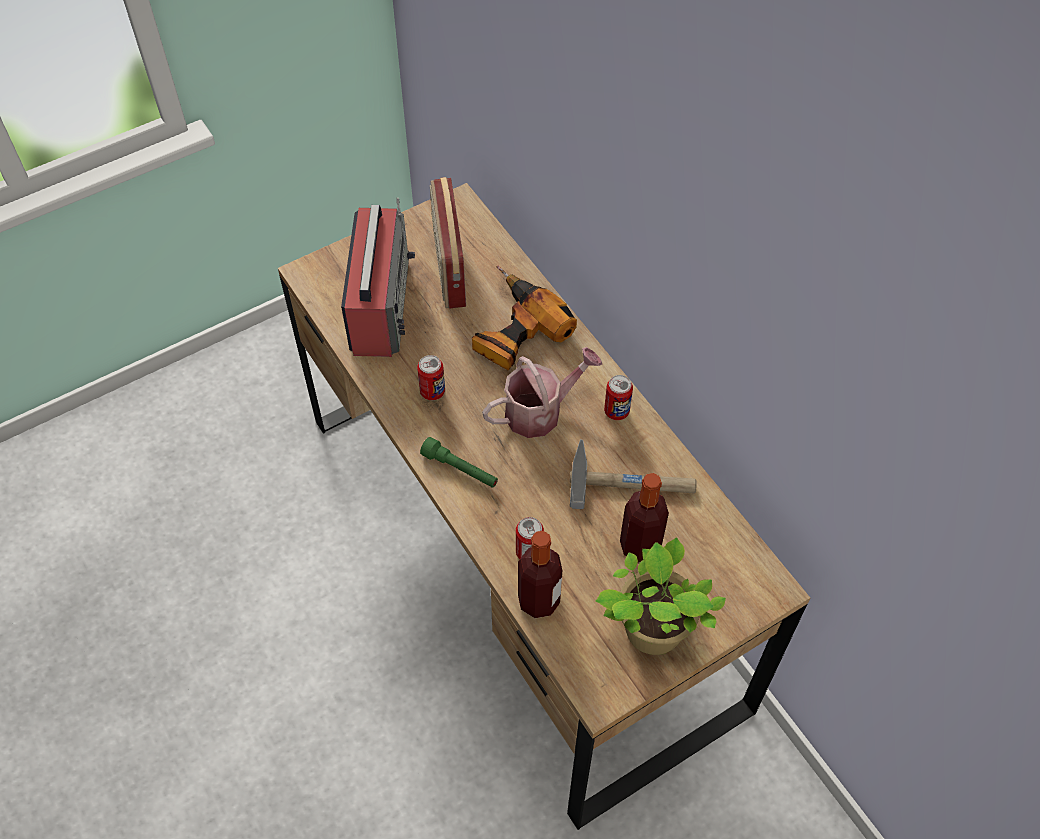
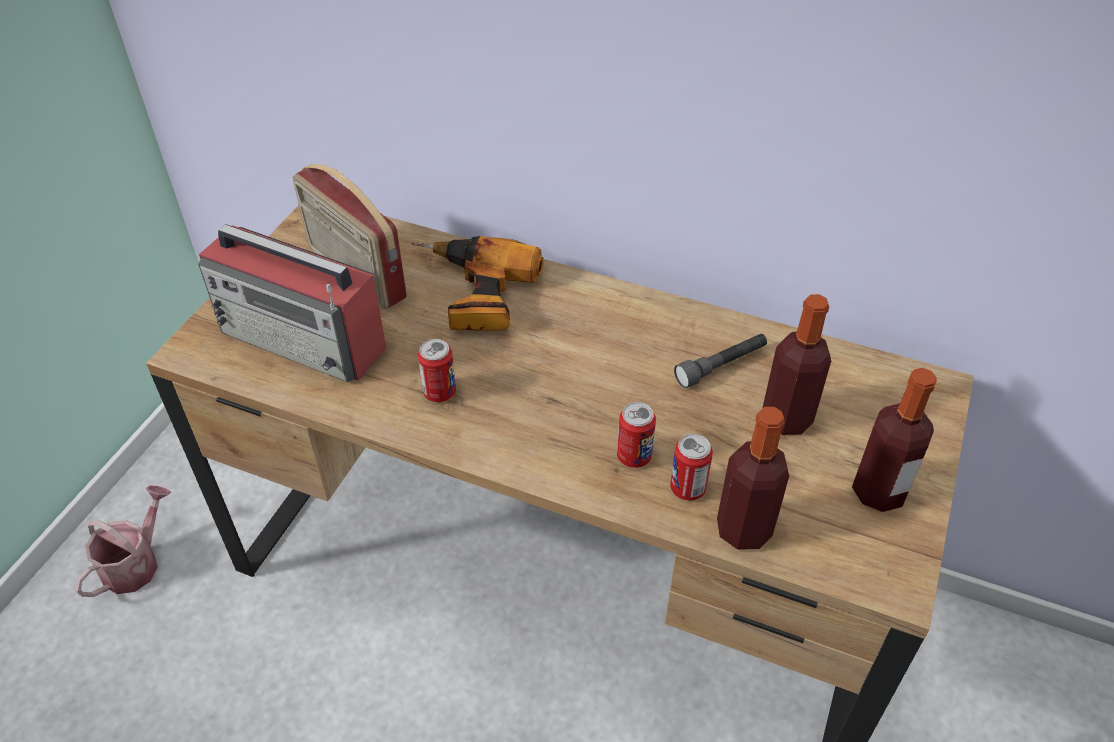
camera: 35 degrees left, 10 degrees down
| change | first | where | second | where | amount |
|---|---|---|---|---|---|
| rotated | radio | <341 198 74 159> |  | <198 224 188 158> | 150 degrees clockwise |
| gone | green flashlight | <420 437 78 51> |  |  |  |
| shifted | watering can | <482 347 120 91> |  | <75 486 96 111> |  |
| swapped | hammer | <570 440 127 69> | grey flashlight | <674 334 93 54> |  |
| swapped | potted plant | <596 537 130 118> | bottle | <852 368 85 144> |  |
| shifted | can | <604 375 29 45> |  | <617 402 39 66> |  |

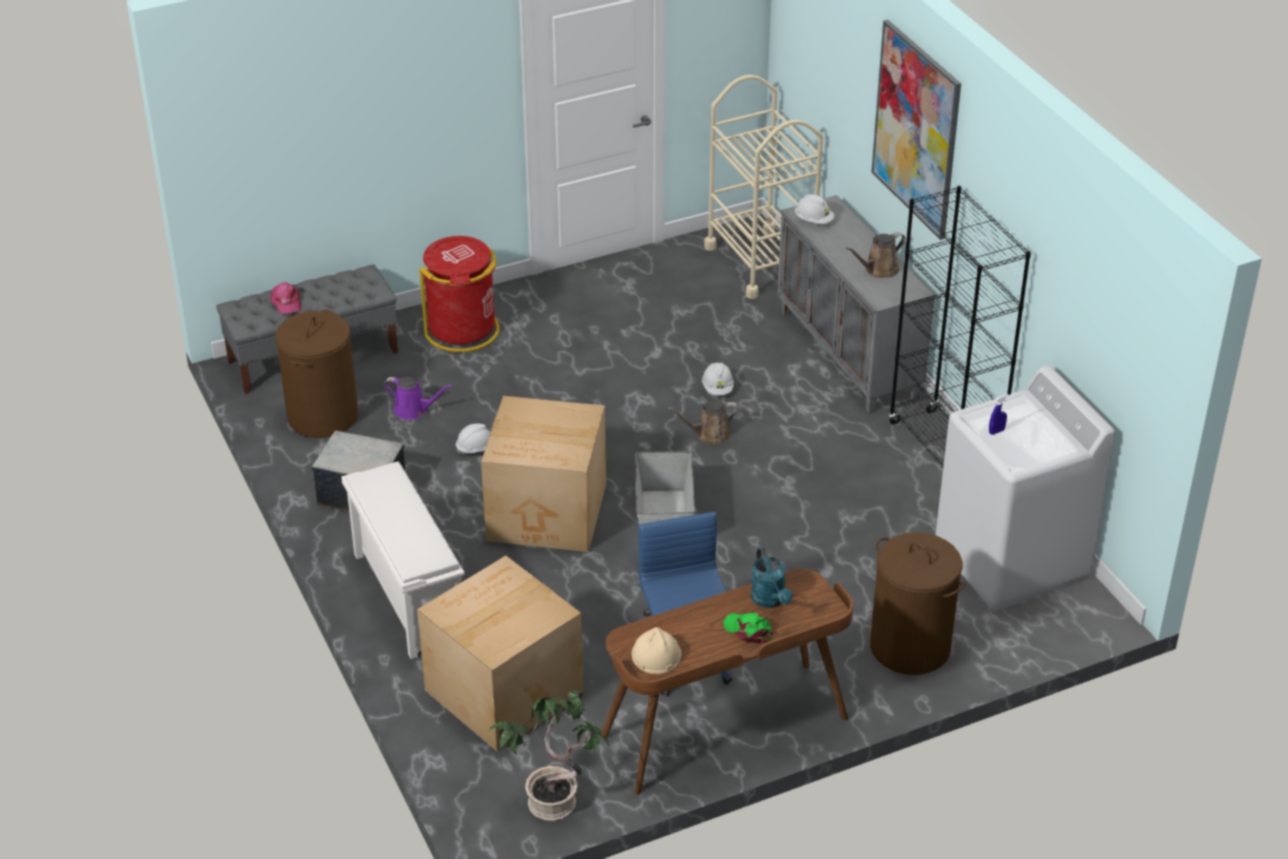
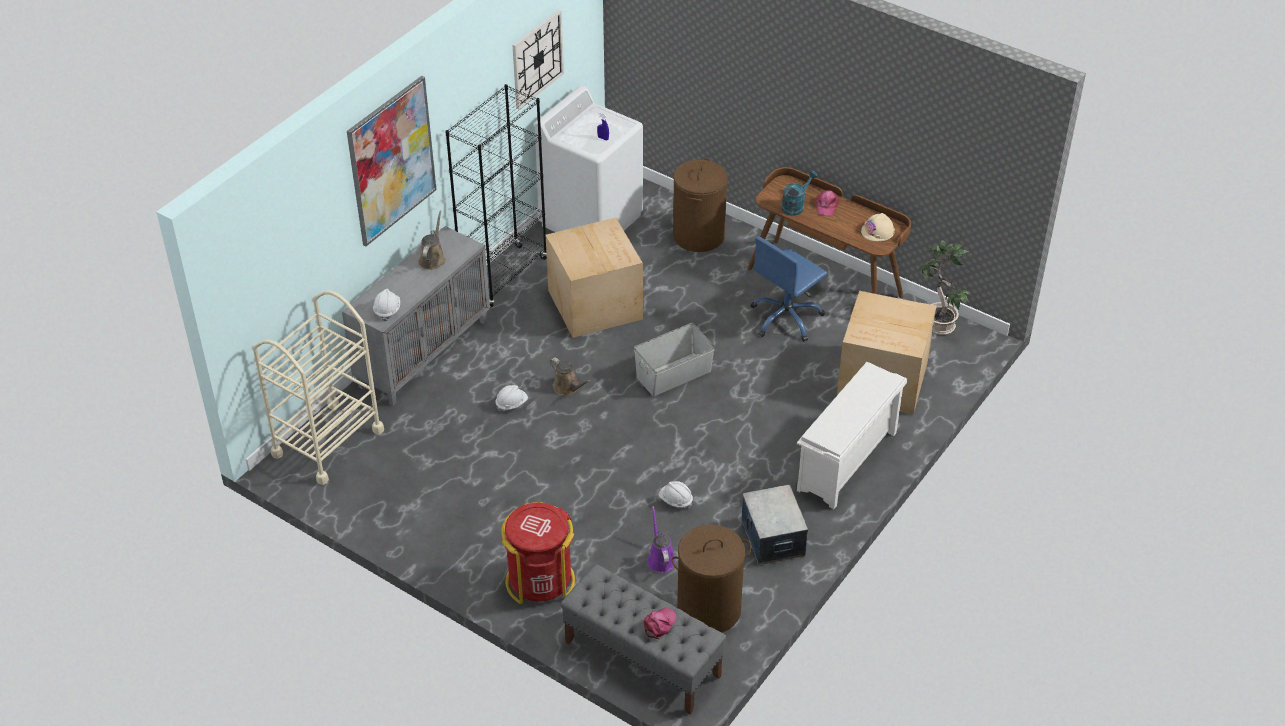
camera: 120 degrees left, 5 degrees up
| change | first | where | second | where | amount |
|---|---|---|---|---|---|
| shifted | cardboard box | <481 396 125 156> |  | <546 218 97 120> |  |
| repainted | green cap | <723 613 51 31> | pink cap | <816 190 23 26> |  |
| rotated | brown watering can | <845 232 61 46> |  | <419 211 27 59> | 105 degrees counterclockwise |
| new |  |  | wall clock | <512 10 52 99> |  |

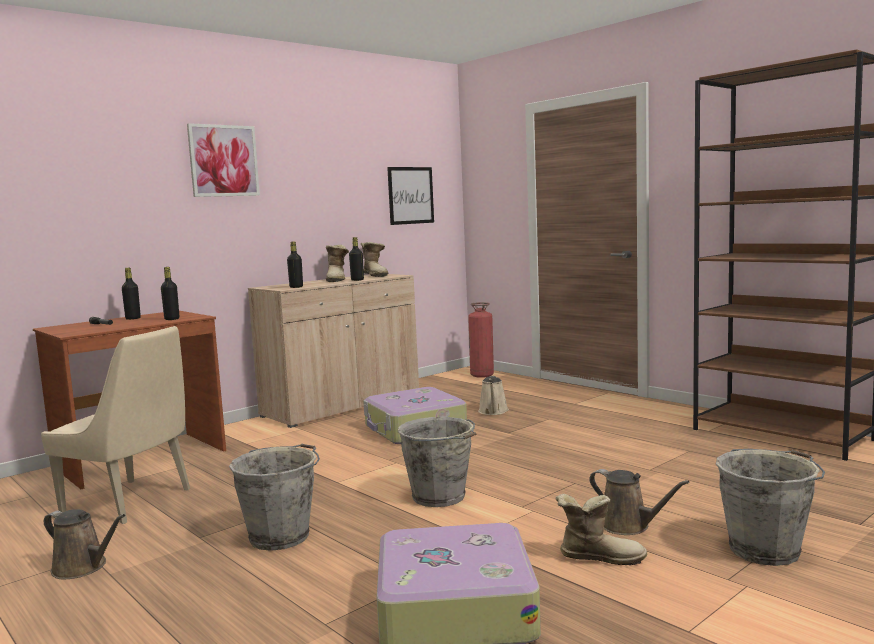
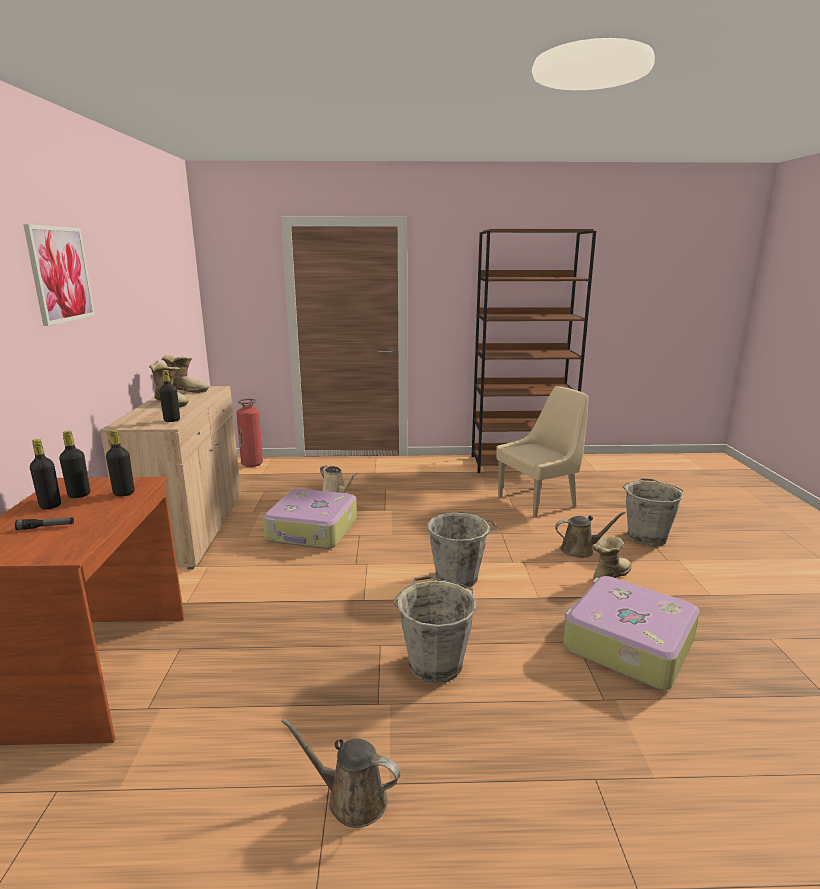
camera: 50 degrees left, 10 degrees up
| change | first | where | second | where | amount |
|---|---|---|---|---|---|
| shifted | beige chair | <41 326 149 198> |  | <496 386 93 132> |  |
| rotated | brown watering can | <44 509 81 70> |  | <281 718 119 110> | 135 degrees counterclockwise |
| shifted | black bottle | <349 237 15 44> |  | <59 431 31 67> |  |
| gone | picture | <387 167 47 58> |  |  |  |

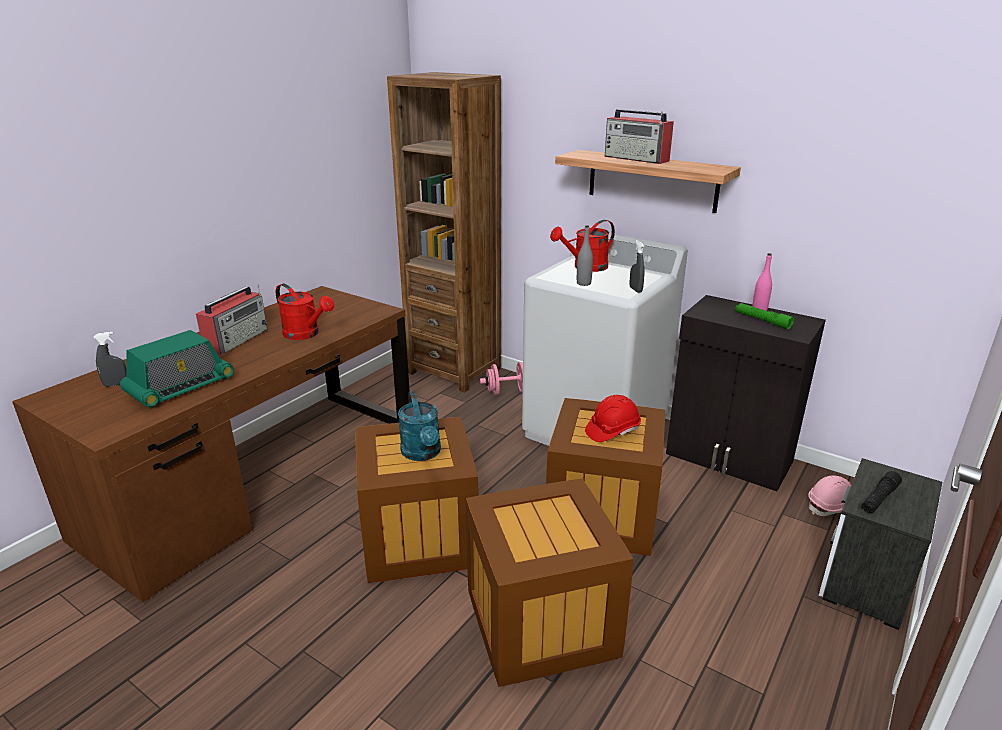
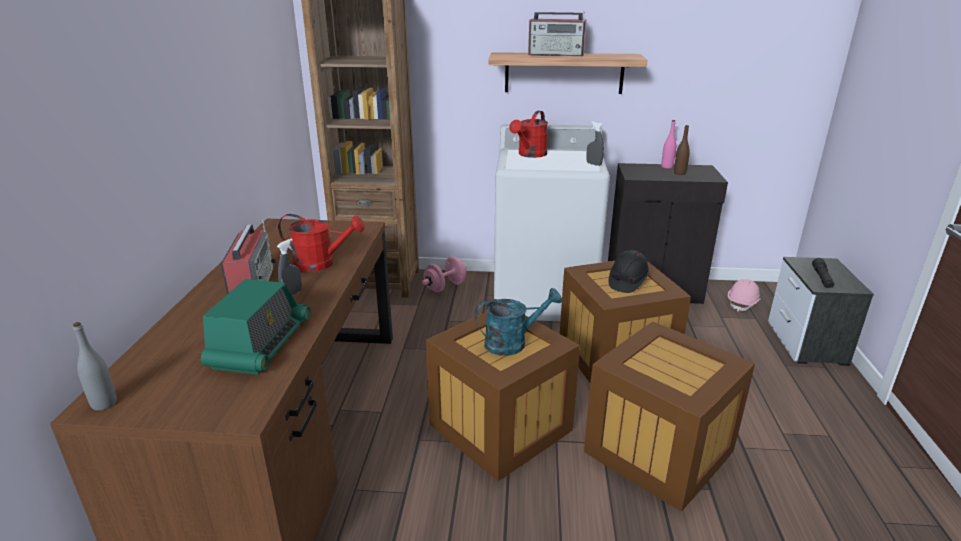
camera: 30 degrees left, 0 degrees up
| change | first | where | second | where | amount |
|---|---|---|---|---|---|
| shifted | grey spray bottle | <94 331 32 56> |  | <277 239 25 56> |  |
| rotated | turquoise watering can | <398 391 43 70> |  | <475 288 87 68> | 60 degrees counterclockwise |
| shifted | grey bottle | <577 225 16 61> |  | <73 322 44 89> |  |
| repainted | red hard hat | <585 395 56 47> | black hard hat | <609 250 41 43> |  |
| swapped | green flashlight | <735 303 59 26> | brown bottle | <674 125 16 50> |  |

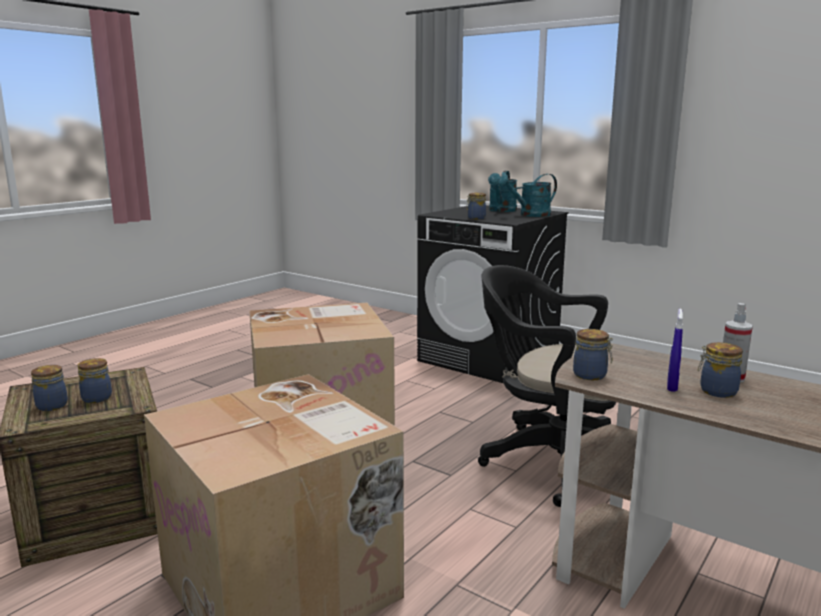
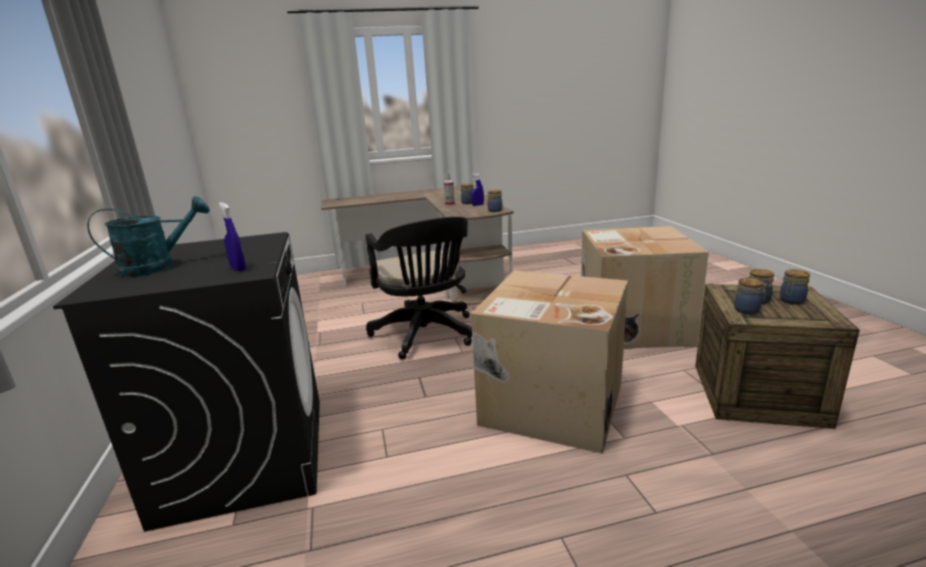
camera: 140 degrees left, 5 degrees up
| change | first | where | second | where | amount |
|---|---|---|---|---|---|
| shifted | jar | <466 192 20 27> |  | <734 278 33 36> |  |
| gone | turquoise watering can | <498 174 59 43> |  |  |  |
| new |  |  | blue spray bottle | <218 202 28 69> |  |

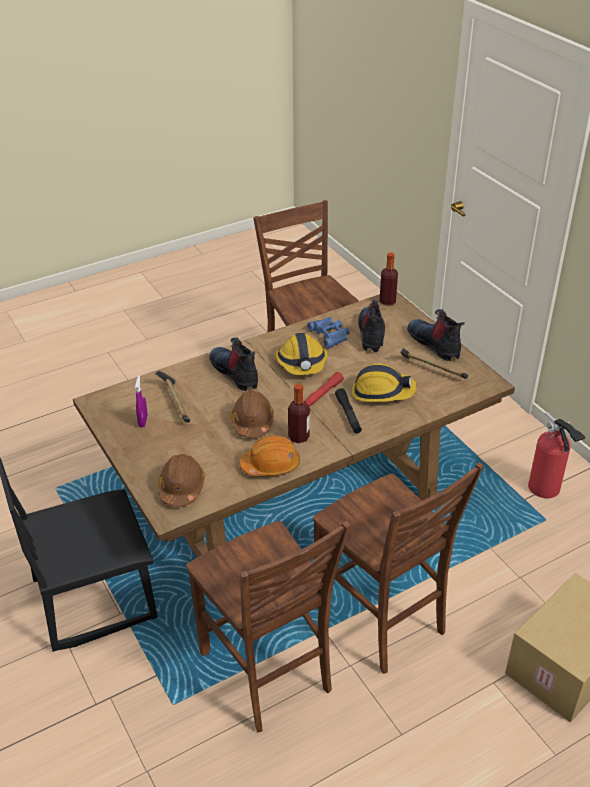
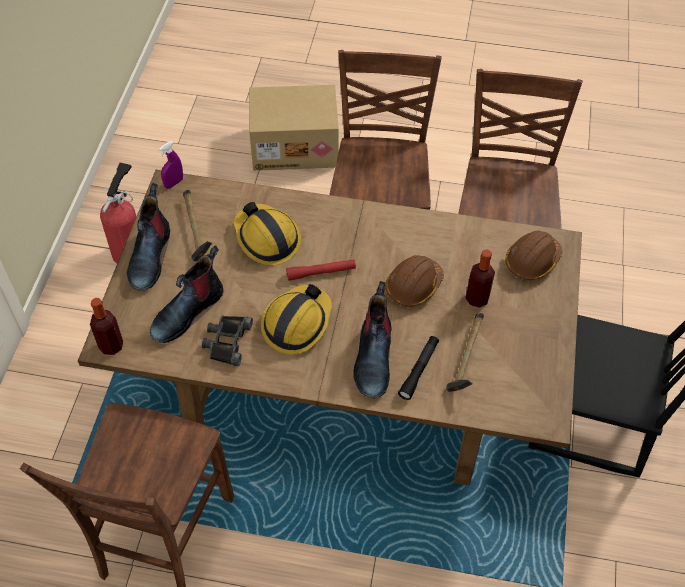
camera: 140 degrees left, 15 degrees up
| change | first | where | second | where | amount |
|---|---|---|---|---|---|
| shifted | purple spray bottle | <135 375 13 52> |  | <158 141 25 48> |  |
| gone | orange hard hat | <240 435 60 41> |  |  |  |
| shifted | bottle | <288 384 22 60> |  | <466 249 29 59> |  |
| repainted | blue binoculars | <307 317 43 31> | black binoculars | <202 316 51 50> |  |
| shifted | black flashlight | <335 388 27 46> |  | <398 336 41 64> |  |

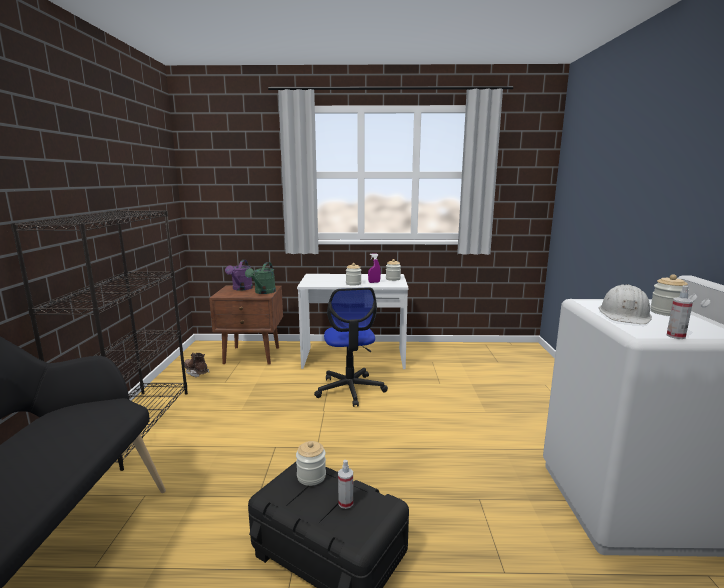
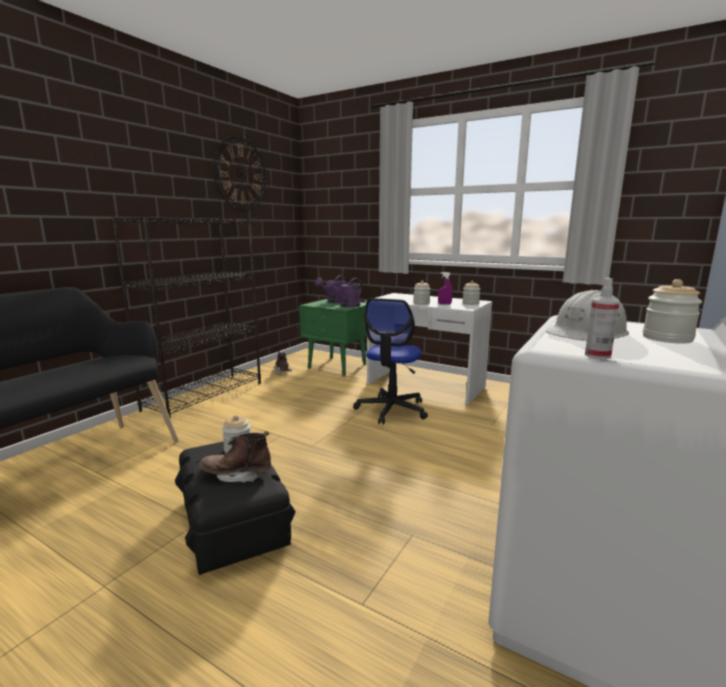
camera: 30 degrees right, 0 degrees up
| change | first | where | second | where | amount |
|---|---|---|---|---|---|
| repainted | brown nightstand | <209 286 74 79> | green nightstand | <299 299 68 77> |  |
| repainted | green watering can | <245 262 31 32> | purple watering can | <326 278 36 29> |  |
| swapped | spray bottle | <338 460 15 49> | brown boot | <199 431 72 52> |  |
| new |  |  | wall clock | <213 136 53 75> |  |

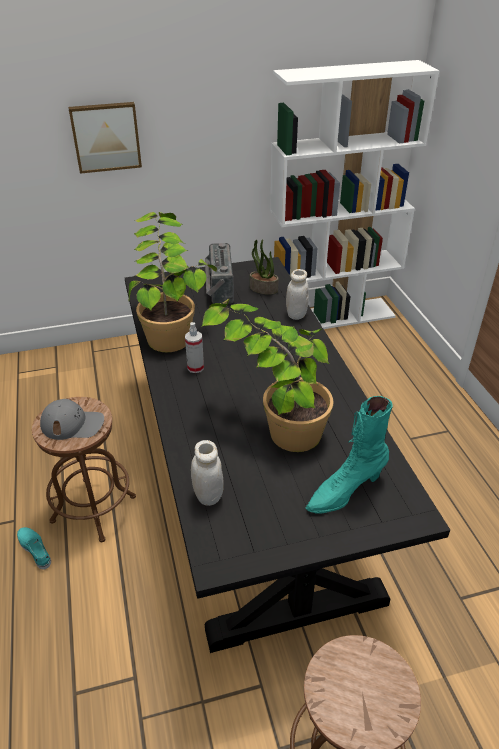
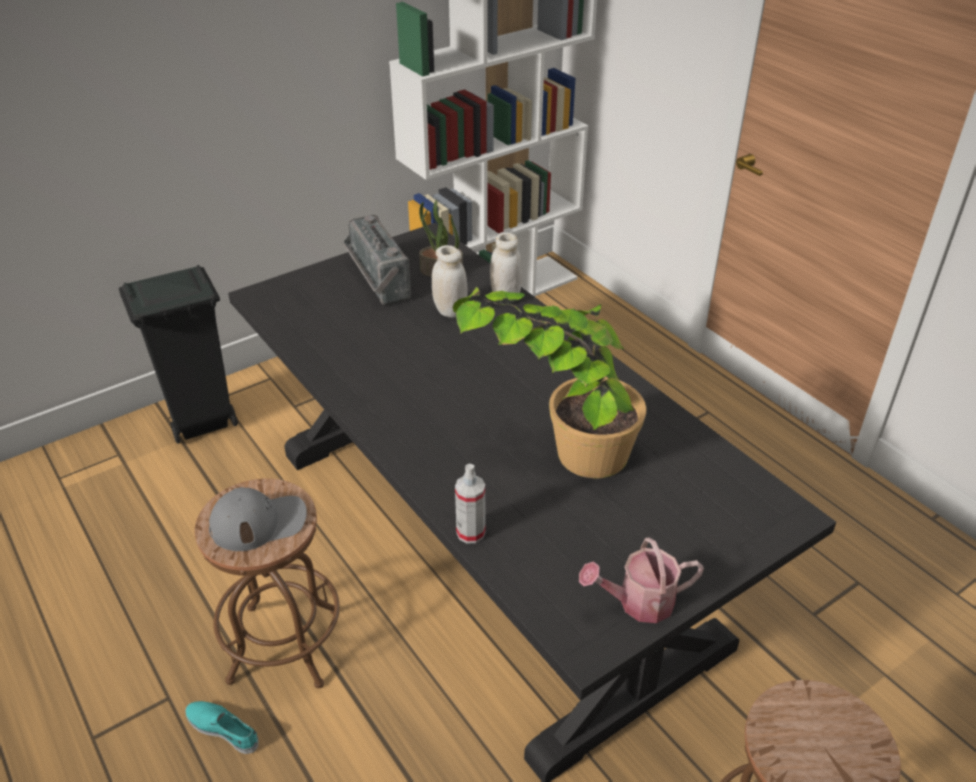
camera: 20 degrees left, 0 degrees up
| change | first | where | second | where | amount |
|---|---|---|---|---|---|
| gone | picture | <68 102 74 72> |  |  |  |
| gone | potted plant | <128 212 89 140> |  |  |  |
| shifted | spray bottle | <185 322 19 51> |  | <455 464 30 79> |  |
| shifted | white jar | <191 440 33 66> |  | <432 245 35 73> |  |
| gone | turquoise boot | <306 396 87 118> |  |  |  |
| new |  |  | black trash can | <119 265 119 179> |  |
| new |  |  | watering can | <579 537 125 86> |  |

